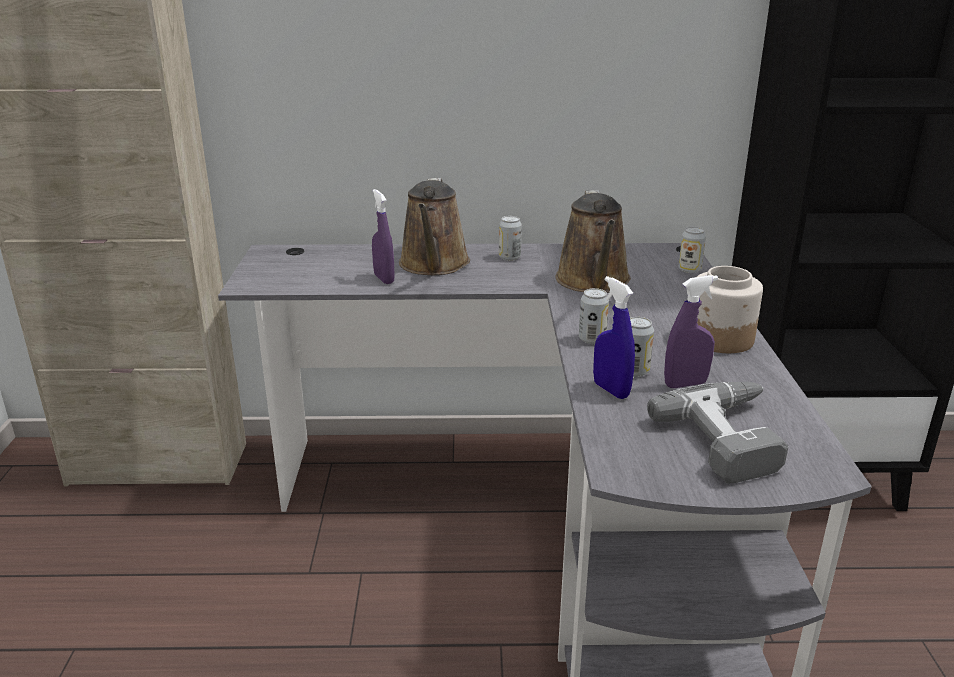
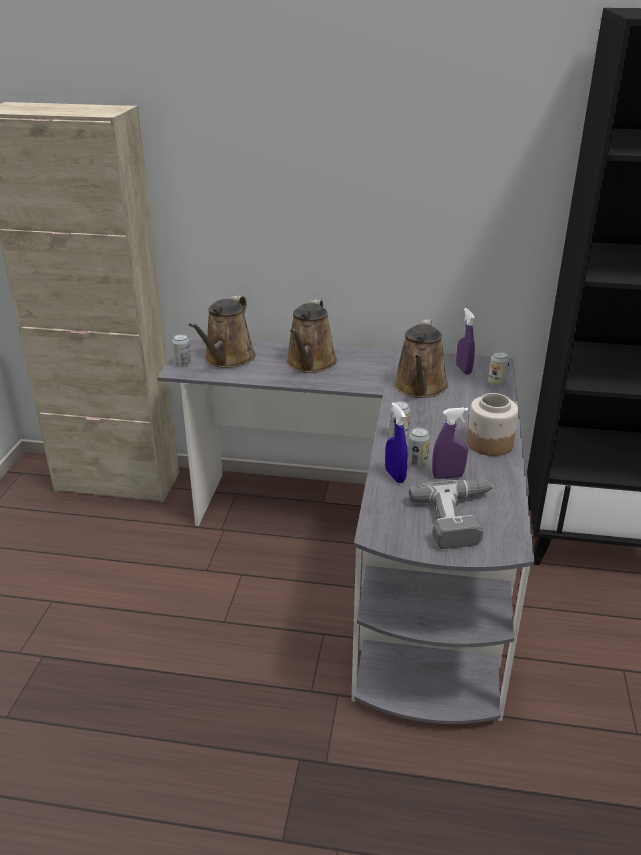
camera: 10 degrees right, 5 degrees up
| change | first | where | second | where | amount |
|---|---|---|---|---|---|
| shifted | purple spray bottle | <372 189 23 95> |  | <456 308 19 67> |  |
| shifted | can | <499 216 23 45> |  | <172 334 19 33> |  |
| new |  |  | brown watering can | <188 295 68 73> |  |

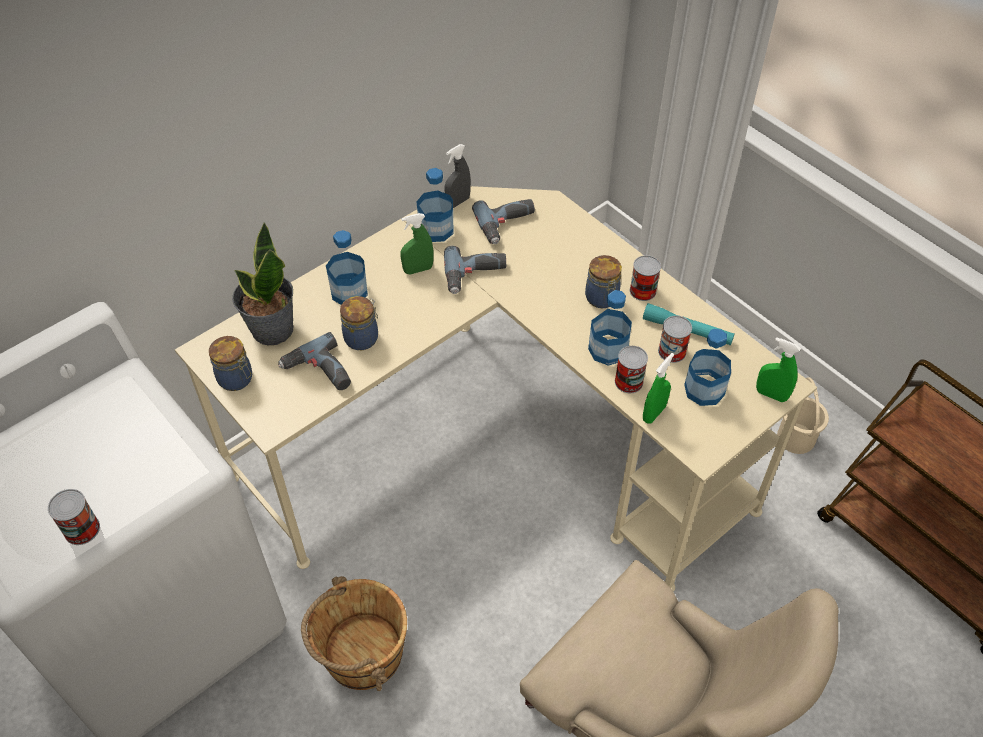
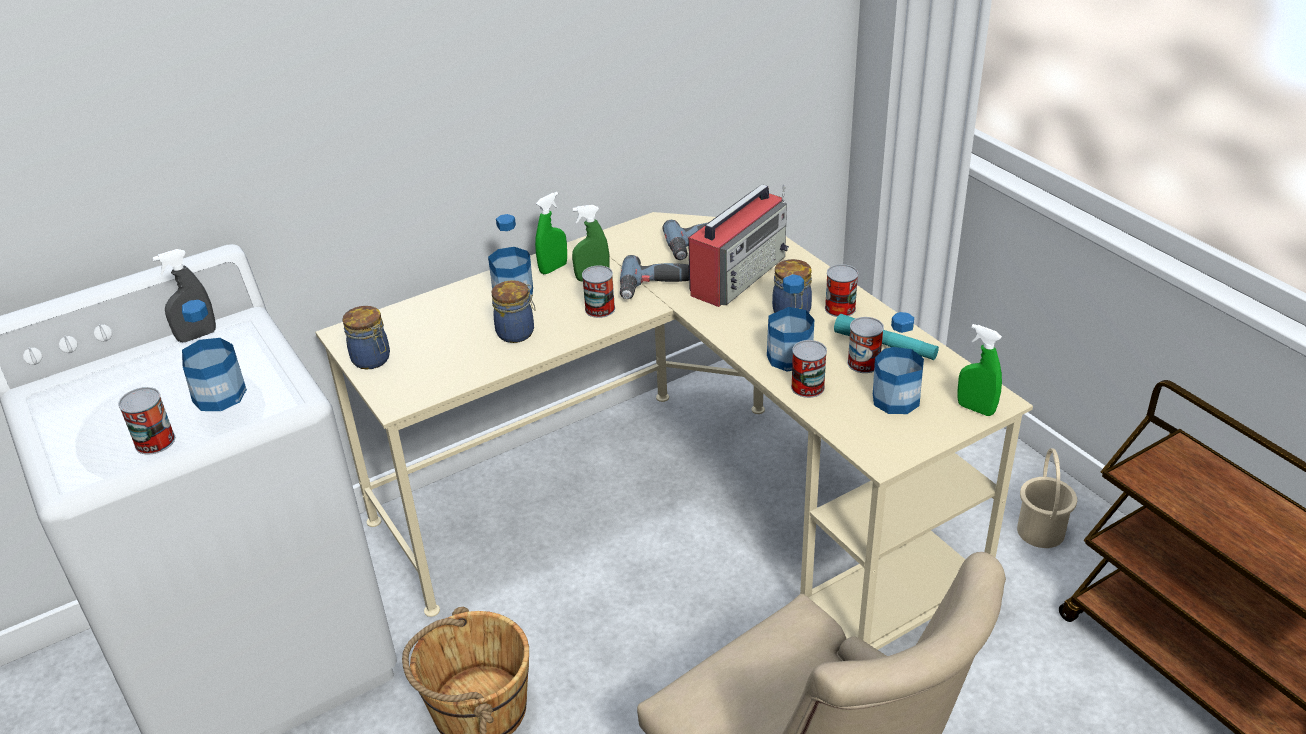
camera: 10 degrees right, 15 degrees down
| change | first | where | second | where | amount |
|---|---|---|---|---|---|
| gone | potted plant | <232 222 61 123> |  |  |  |
| gone | power drill | <278 332 73 58> |  |  |  |
| shifted | bottle | <416 168 38 74> |  | <182 300 65 111> |  |
| shifted | grey spray bottle | <445 144 26 64> |  | <152 249 64 93> |  |
| shifted | green spray bottle | <643 353 31 71> |  | <535 192 32 82> |  |
| new |  |  | can | <582 265 33 53> |  |
| new |  |  | radio | <688 184 101 123> |  |

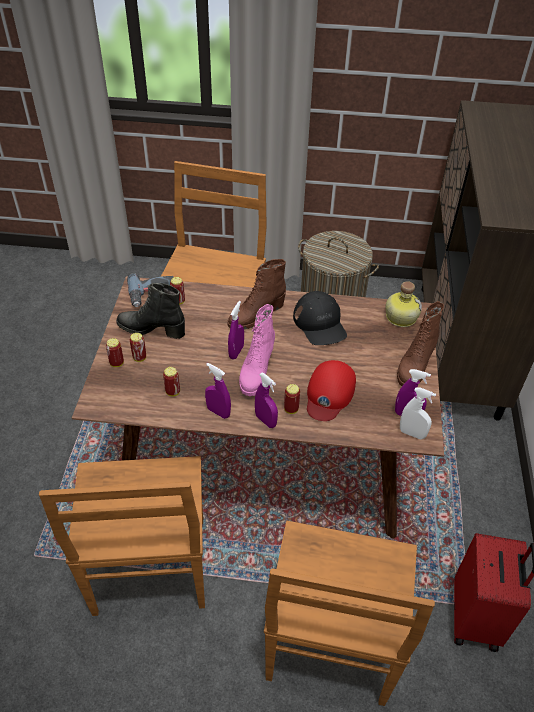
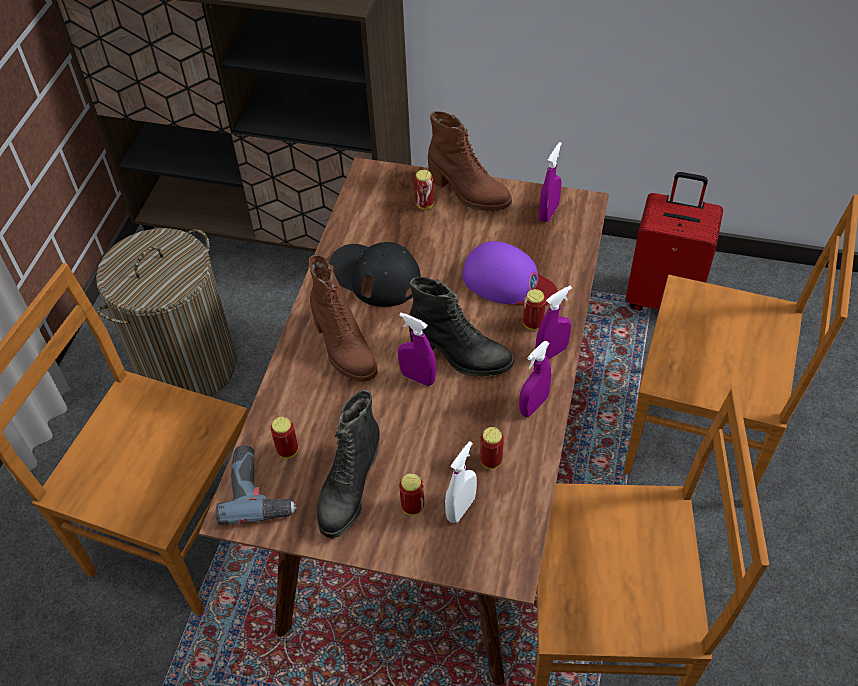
camera: 80 degrees left, 5 degrees up
| change | first | where | second | where | amount |
|---|---|---|---|---|---|
| shifted | can | <106 338 18 29> |  | <414 170 20 39> |  |
| repainted | pink boot | <239 304 36 92> | black boot | <409 277 105 99> |  |
| rotated | black cap | <293 291 54 54> |  | <328 242 93 65> | 135 degrees counterclockwise |
| repainted | red cap | <307 360 49 61> | purple cap | <463 241 95 64> |  |
| gone | bottle | <386 281 36 46> |  |  |  |
| shifted | white spray bottle | <400 387 36 52> |  | <445 441 32 82> |  |

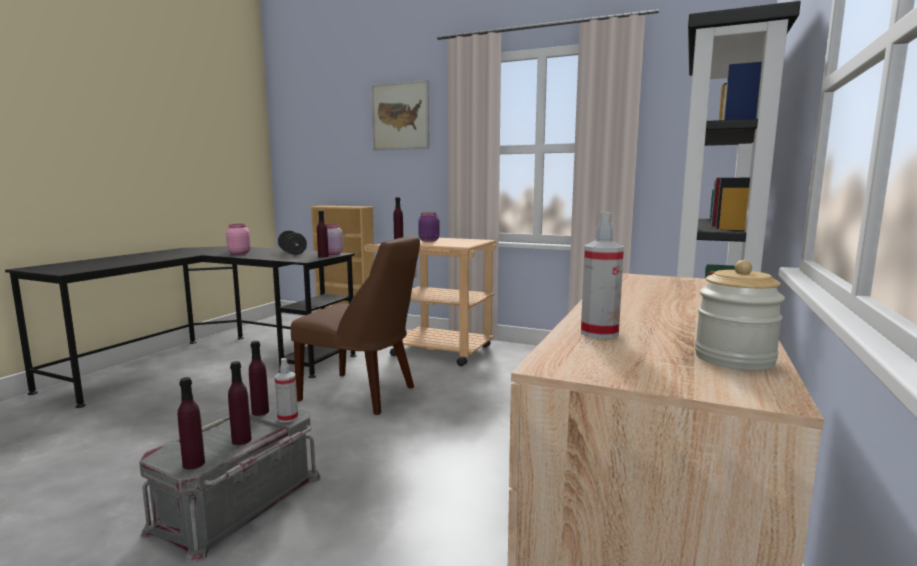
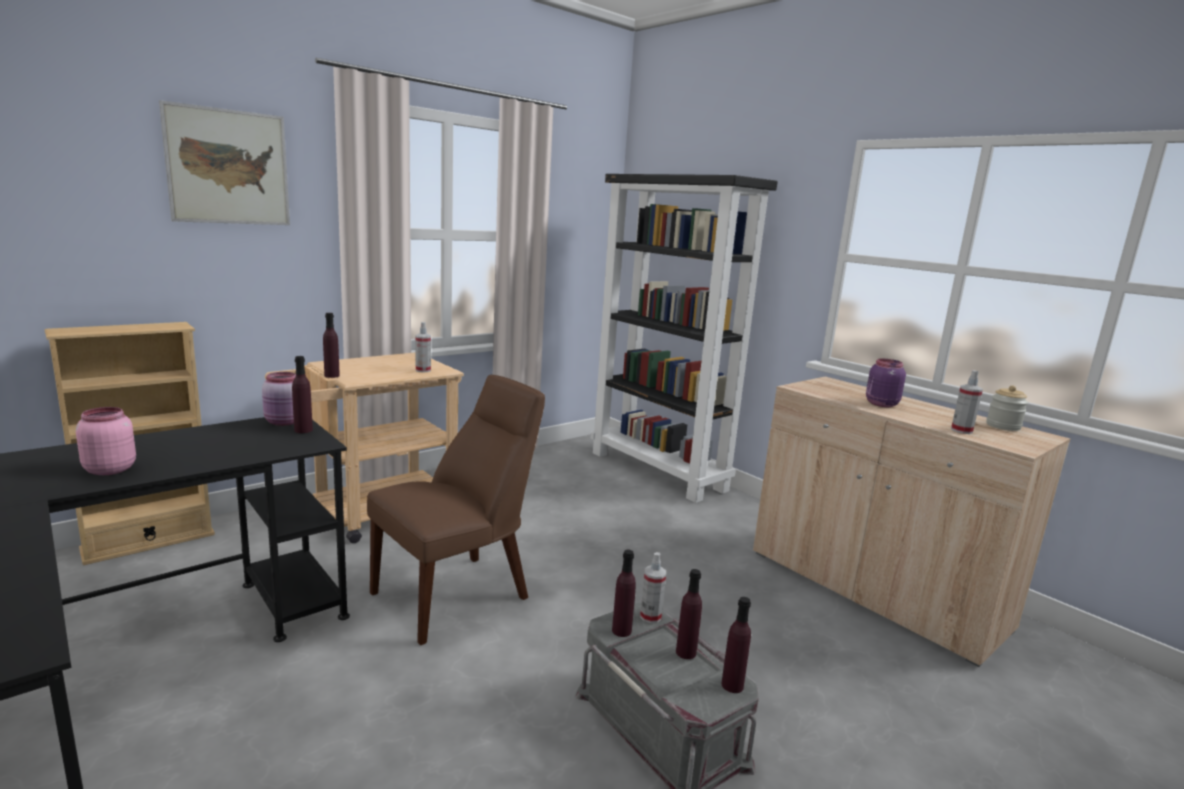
camera: 65 degrees left, 5 degrees up
| change | first | where | second | where | amount |
|---|---|---|---|---|---|
| gone | black dumbbell | <278 231 29 24> |  |  |  |
| shifted | purple jar | <418 212 21 30> |  | <866 359 40 48> |  |
| new |  |  | spray bottle | <415 322 16 50> |  |

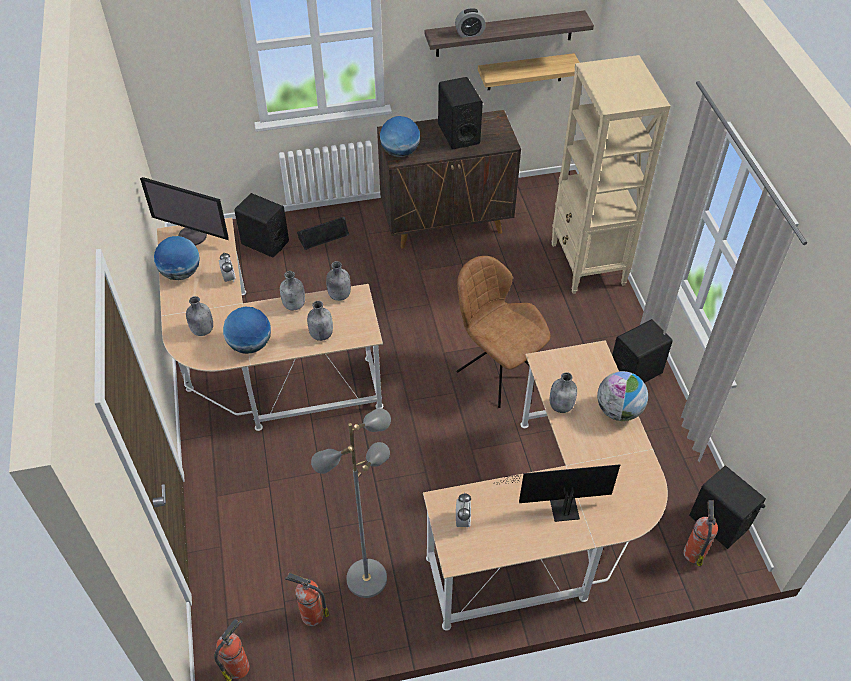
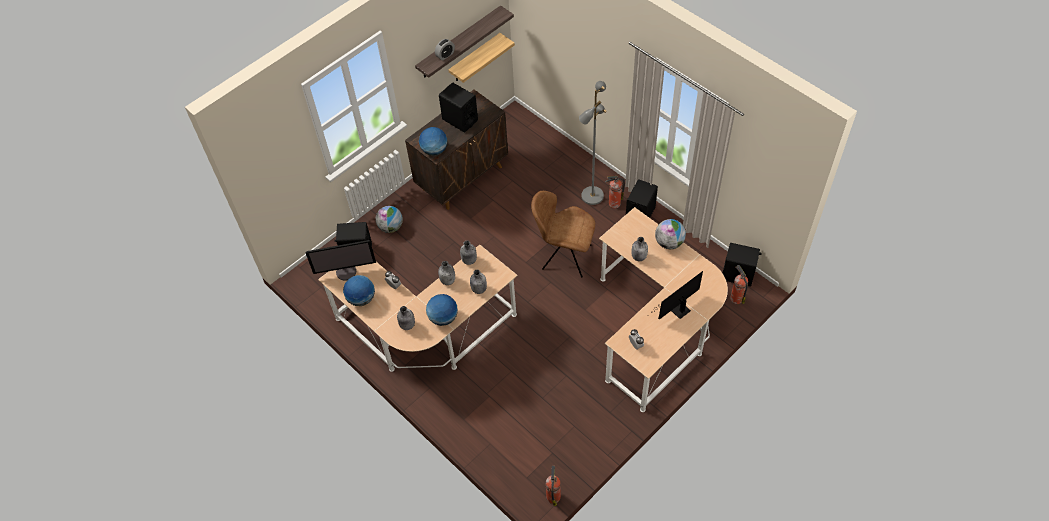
camera: 30 degrees left, 5 degrees up
| change | first | where | second | where | amount |
|---|---|---|---|---|---|
| shifted | fire extinguisher | <285 573 44 53> |  | <605 176 20 33> |  |
| swapped | black speaker | <297 217 52 33> | globe | <375 206 28 27> |  |
| shifted | grey floor lamp | <311 408 80 190> |  | <579 81 28 124> |  |
| gone | beige bookcase | <551 55 119 239> |  |  |  |

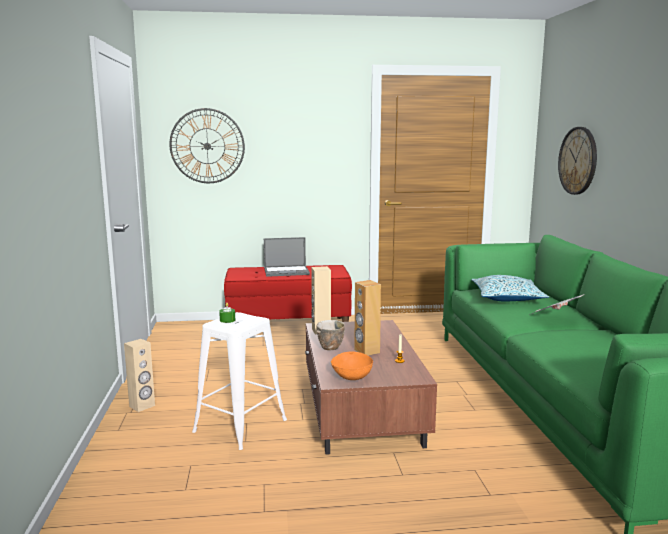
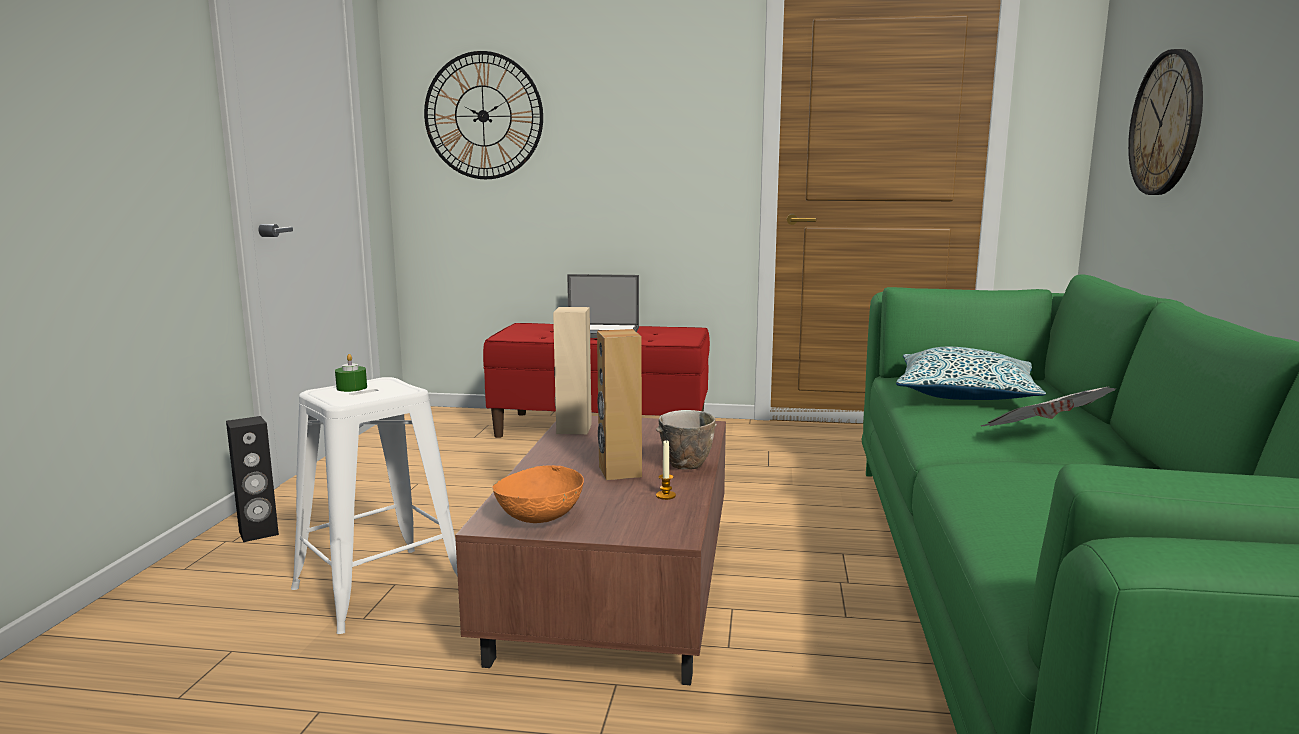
camera: 15 degrees right, 0 degrees up
| change | first | where | second | where | amount |
|---|---|---|---|---|---|
| repainted | beige speaker | <124 339 31 73> | black speaker | <226 416 53 126> |  |
| shifted | bowl | <316 320 29 30> |  | <656 410 61 60> |  |

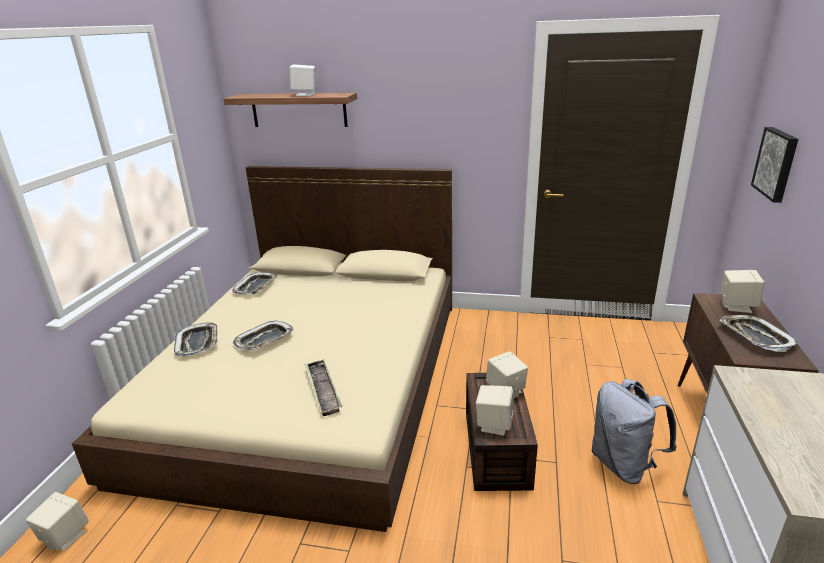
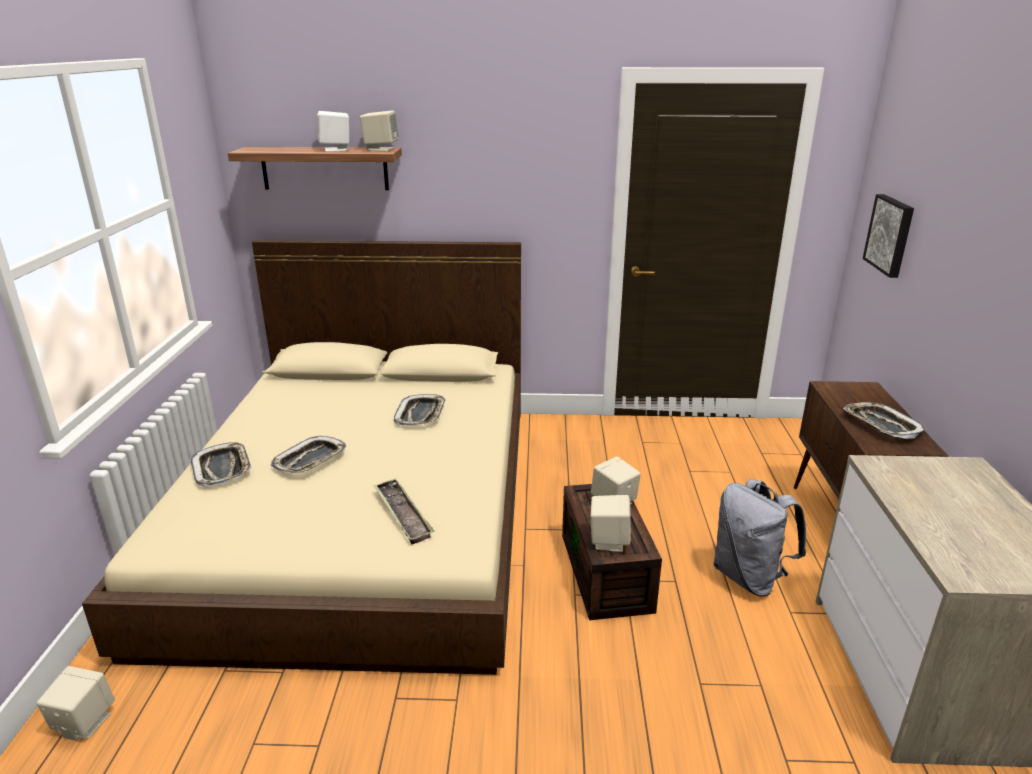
camera: 10 degrees left, 0 degrees up
| change | first | where | second | where | amount |
|---|---|---|---|---|---|
| shifted | tray | <233 272 44 22> |  | <394 394 51 32> |  |
| shifted | beige speaker | <721 270 43 43> |  | <360 110 39 41> |  |

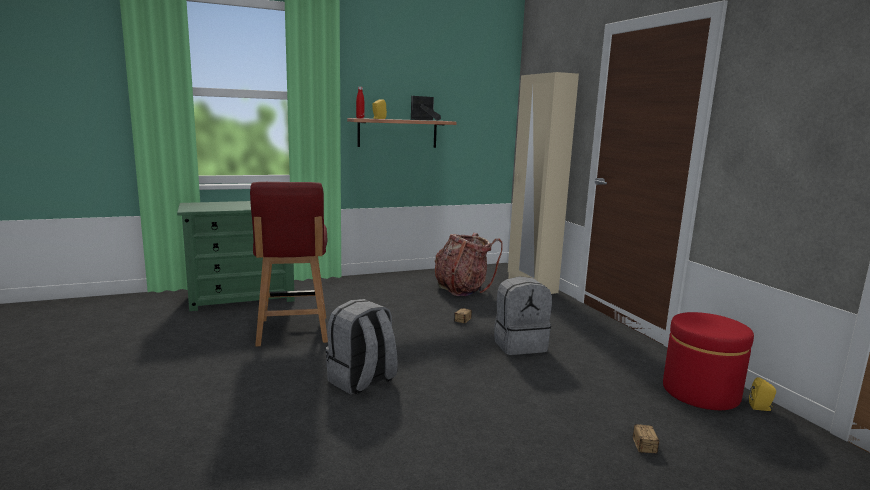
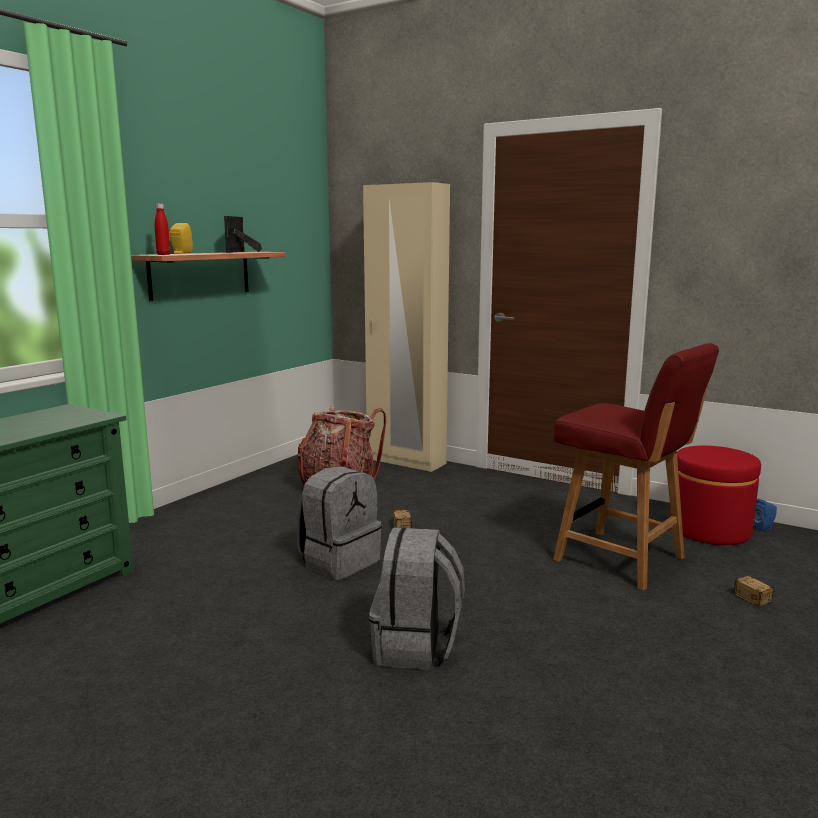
camera: 35 degrees left, 0 degrees up
| change | first | where | second | where | amount |
|---|---|---|---|---|---|
| shifted | red chair | <250 182 78 164> |  | <553 343 166 248> |  |
| shifted | grey backpack | <494 276 58 79> |  | <297 466 85 114> |  |
| repainted | yellow speaker | <749 377 27 34> | blue speaker | <753 498 24 34> |  |

